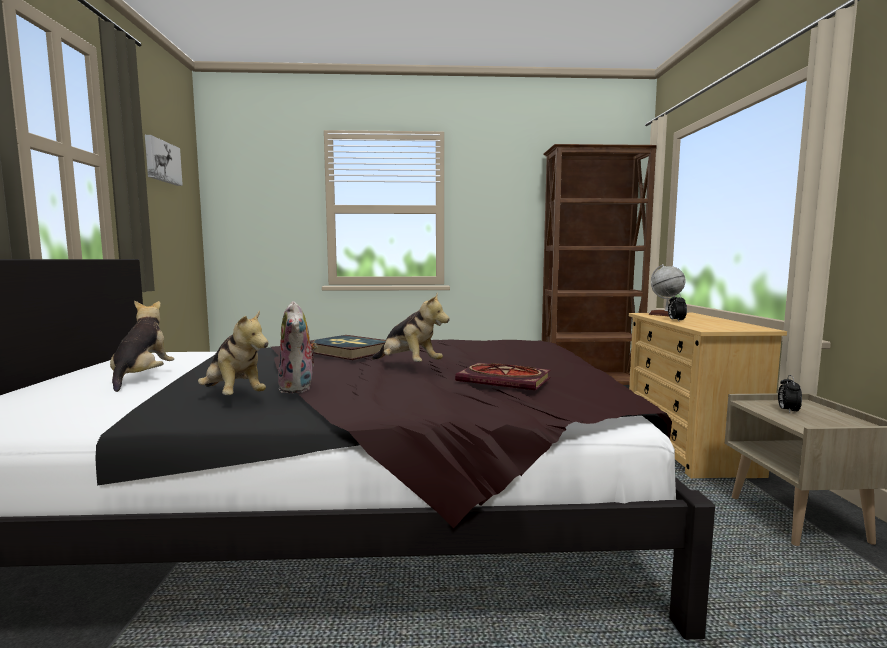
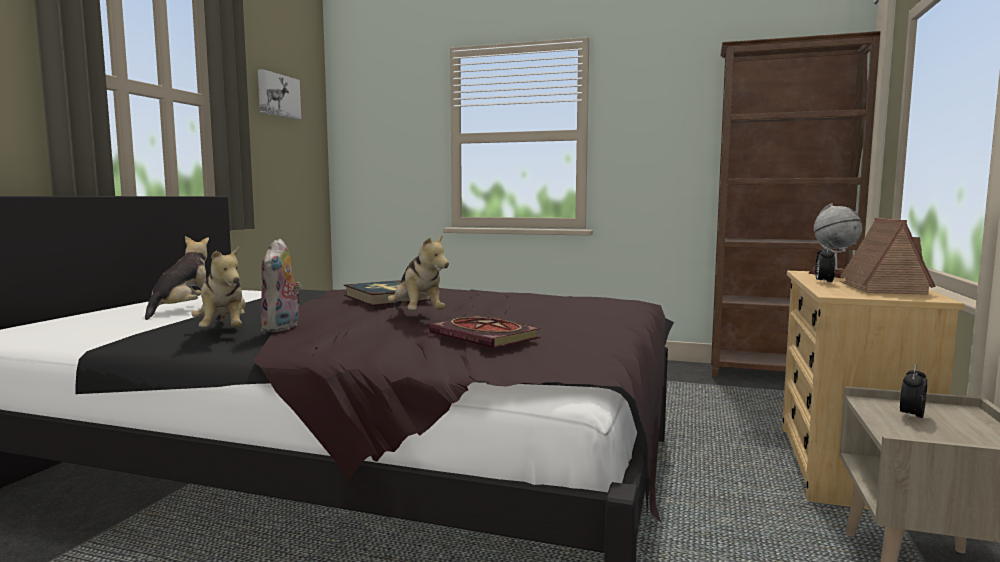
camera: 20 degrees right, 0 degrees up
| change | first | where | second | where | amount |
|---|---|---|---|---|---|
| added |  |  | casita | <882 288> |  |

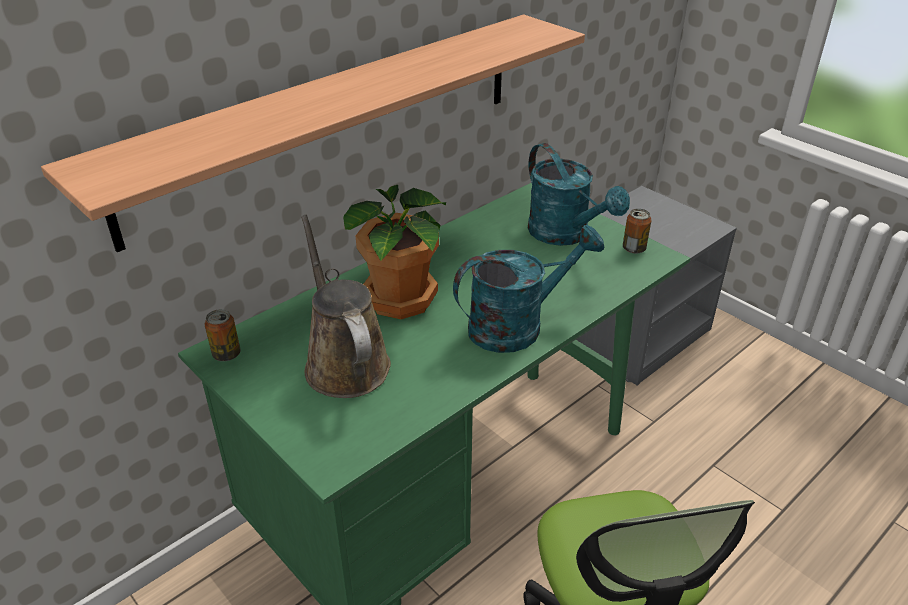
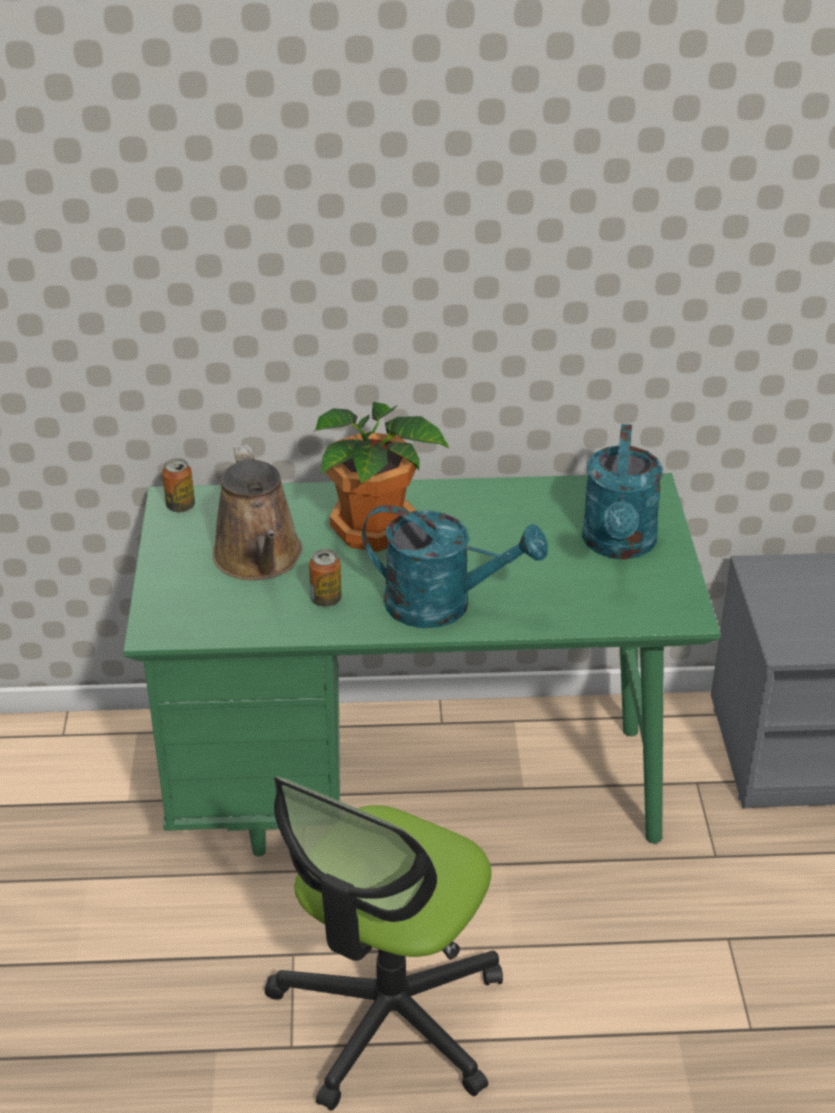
camera: 40 degrees right, 0 degrees up
| change | first | where | second | where | amount |
|---|---|---|---|---|---|
| removed | estante | <332 121> |  |  |  |
| moved | lata | <634 248> |  | <326 599> |  |
| turned | regadera/marrón | <344 362> |  | <259 559> | 150 degrees clockwise |

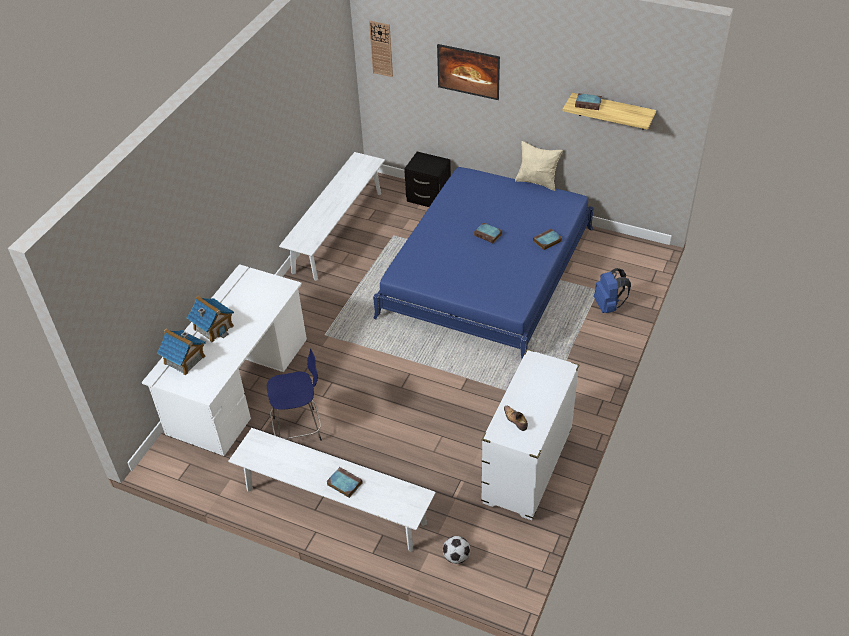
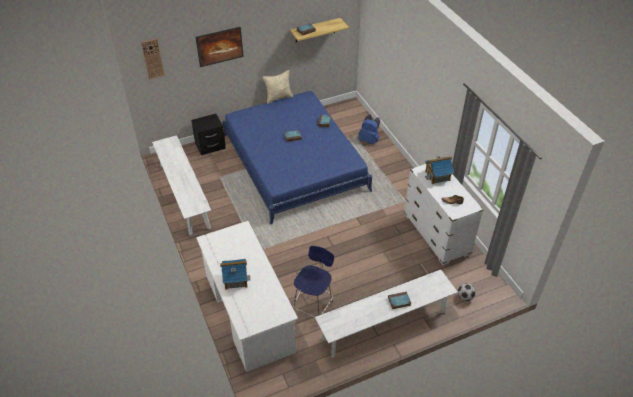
camera: 50 degrees left, 0 degrees up
| change | first | where | second | where | amount |
|---|---|---|---|---|---|
| moved | casita | <185 360> |  | <437 176> |  |

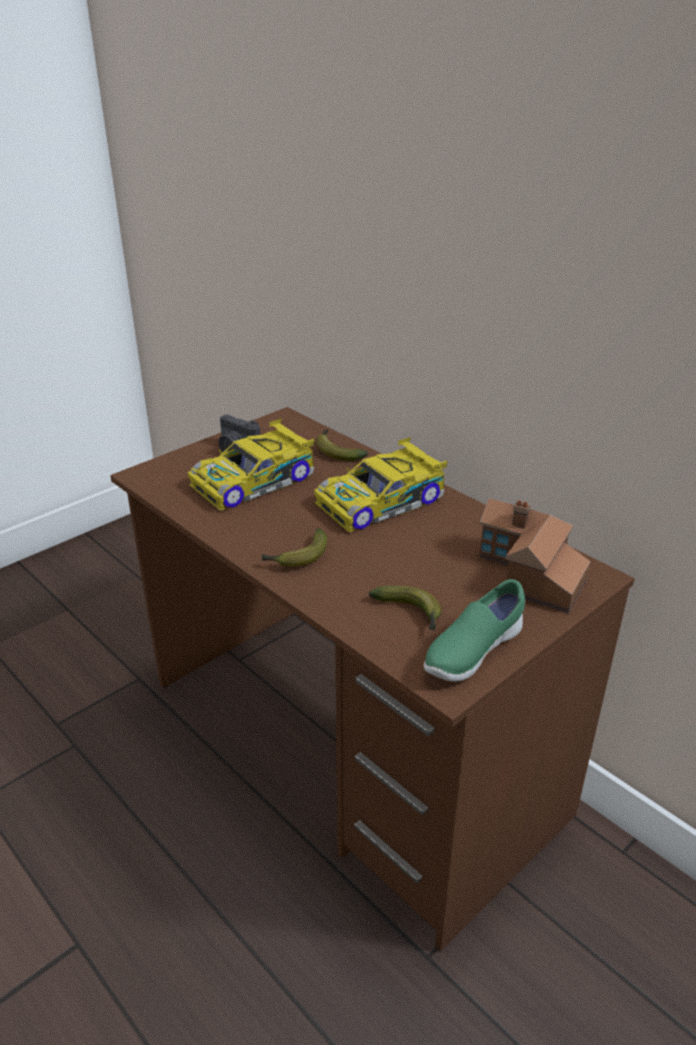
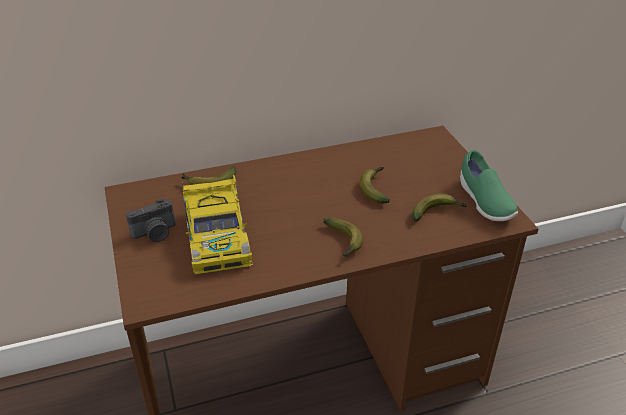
camera: 65 degrees left, 5 degrees up
| change | first | where | second | where | amount |
|---|---|---|---|---|---|
| removed | coche de juguete | <382 501> |  |  |  |
| removed | casita | <528 573> |  |  |  |
| added |  |  | plátano | <375 188> |  |

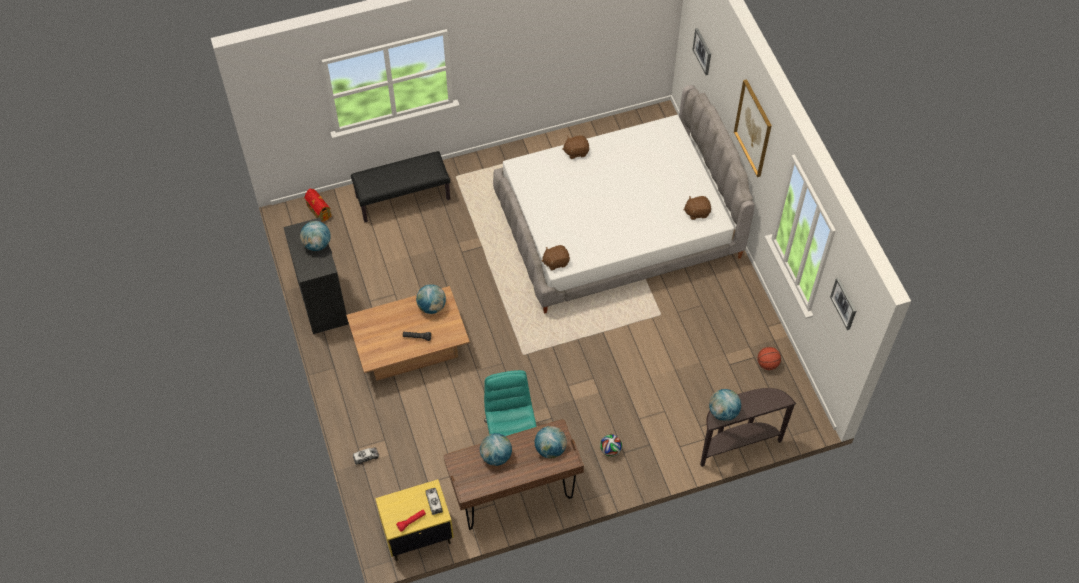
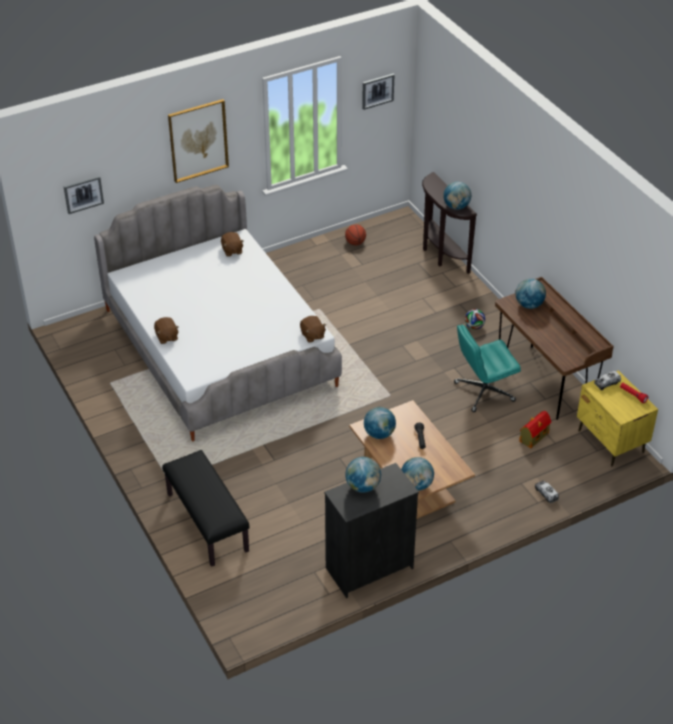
camera: 100 degrees left, 15 degrees down
| change | first | where | second | where | amount |
|---|---|---|---|---|---|
| moved | casita | <319 210> |  | <533 437> |  |
| moved | globo terráqueo | <496 456> |  | <416 485> |  |

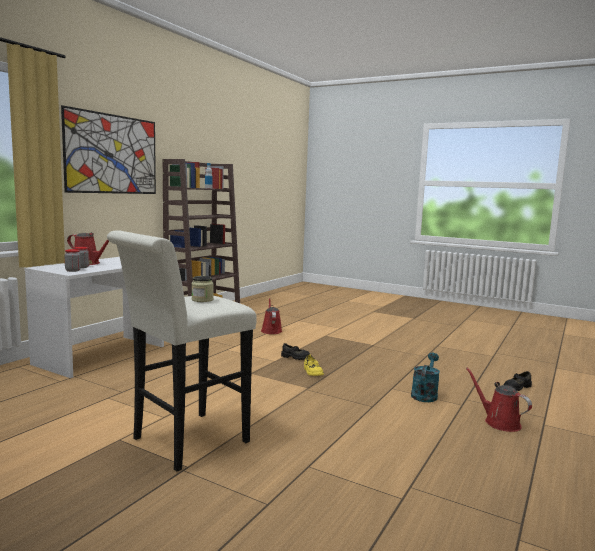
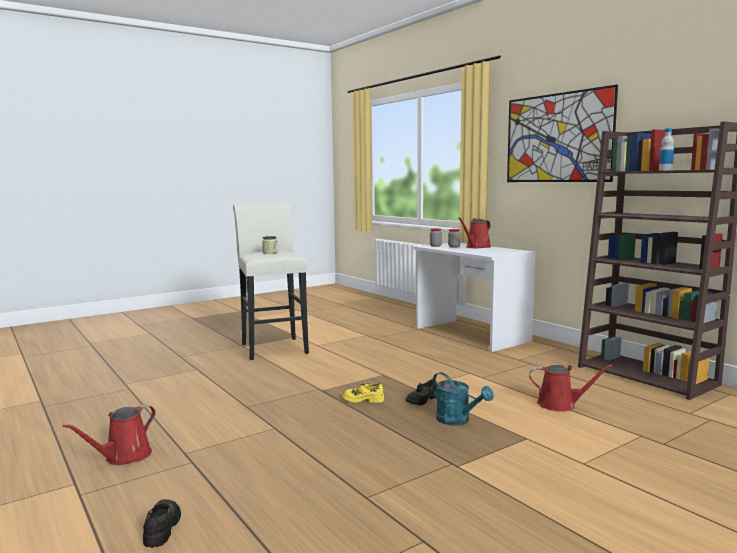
camera: 115 degrees right, 0 degrees up
| change | first | where | second | where | amount |
|---|---|---|---|---|---|
| moved | regadera/turquesa | <425 394> |  | <458 421> |  |
| turned | regadera/rojo | <499 422> |  | <124 457> | 135 degrees clockwise |

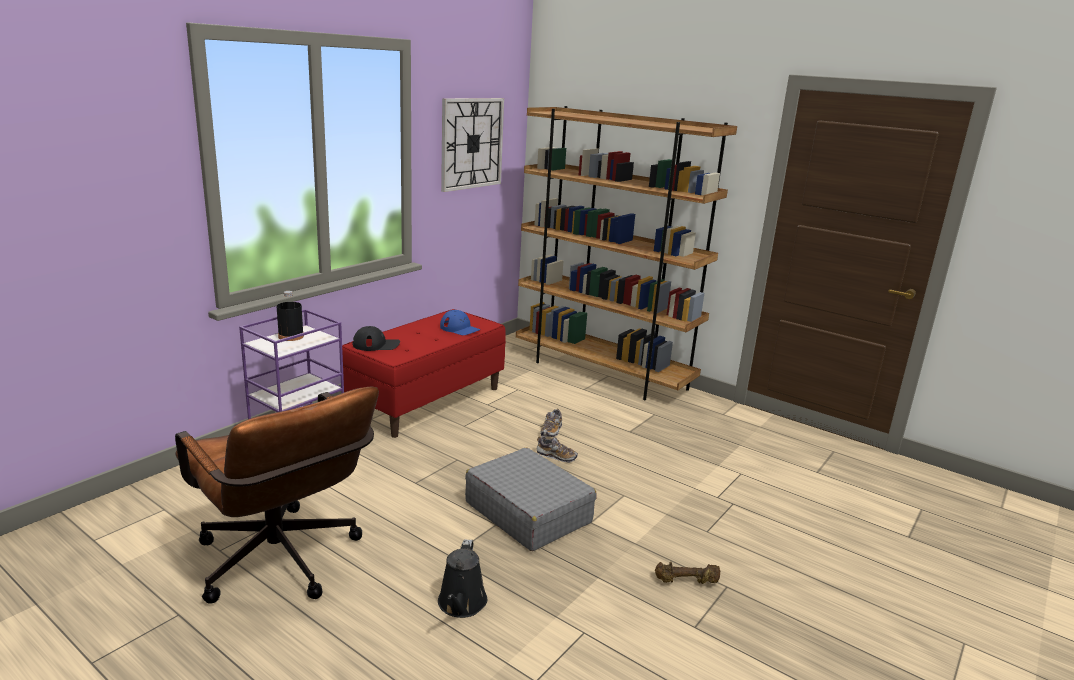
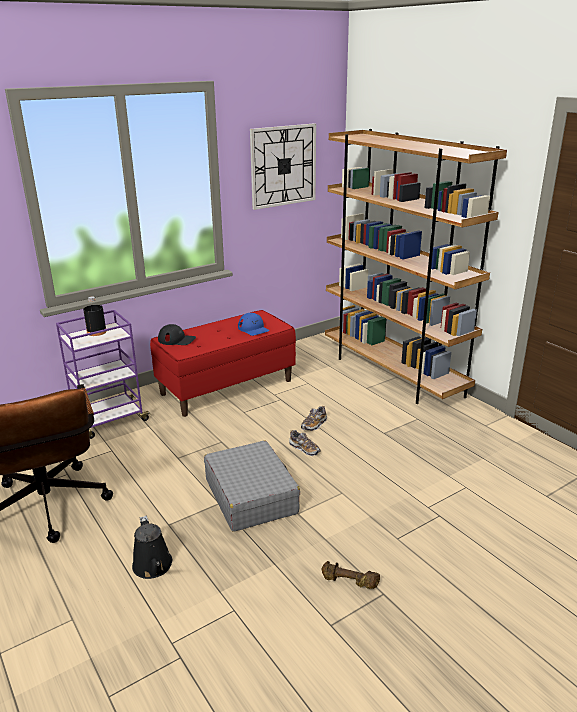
camera: 20 degrees right, 5 degrees up
| change | first | where | second | where | amount |
|---|---|---|---|---|---|
| turned | regadera/negro | <461 604> |  | <153 567> | 45 degrees counterclockwise |

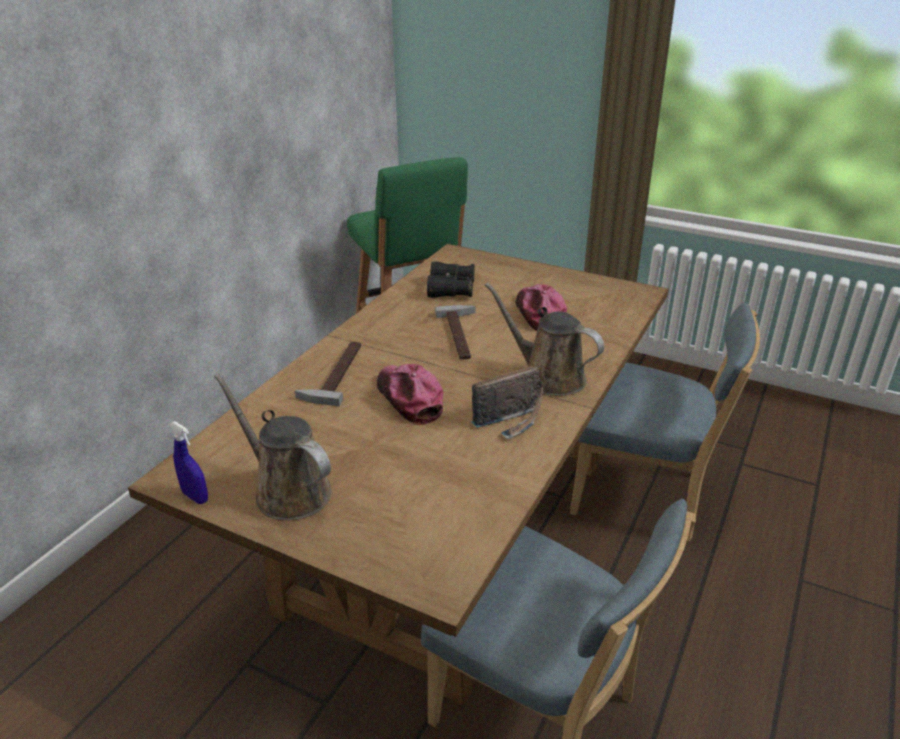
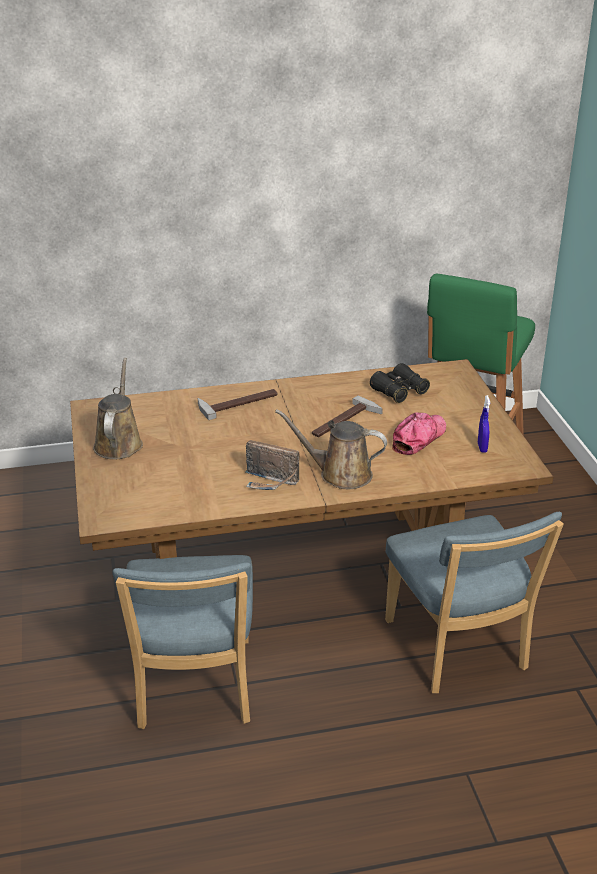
camera: 50 degrees right, 0 degrees up
| change | first | where | second | where | amount |
|---|---|---|---|---|---|
| removed | gorra | <409 399> |  |  |  |
| moved | pulverizador/azul | <195 497> |  | <482 447> |  |
| turned | regadera/marrón | <548 376> |  | <340 474> | 75 degrees counterclockwise |

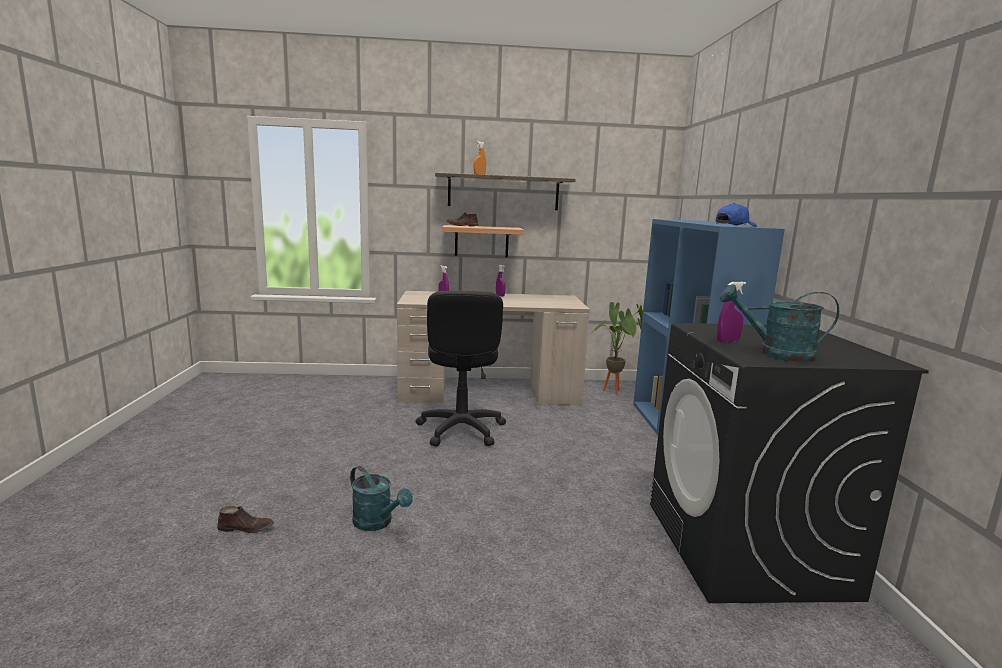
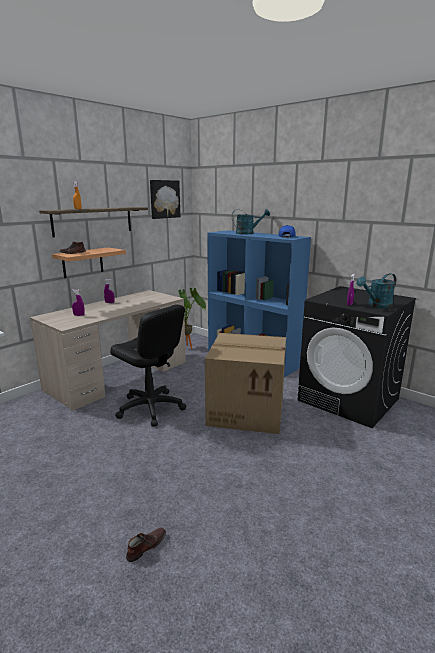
camera: 45 degrees left, 5 degrees up
| change | first | where | second | where | amount |
|---|---|---|---|---|---|
| added |  |  | cuadro | <164 199> |  |
| added |  |  | caja de cartón | <247 410> |  |
| moved | regadera/turquesa | <377 523> |  | <248 233> |  |

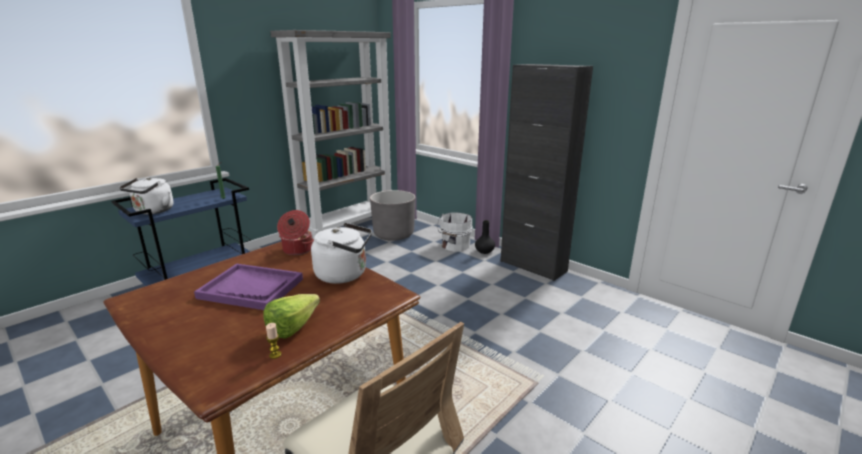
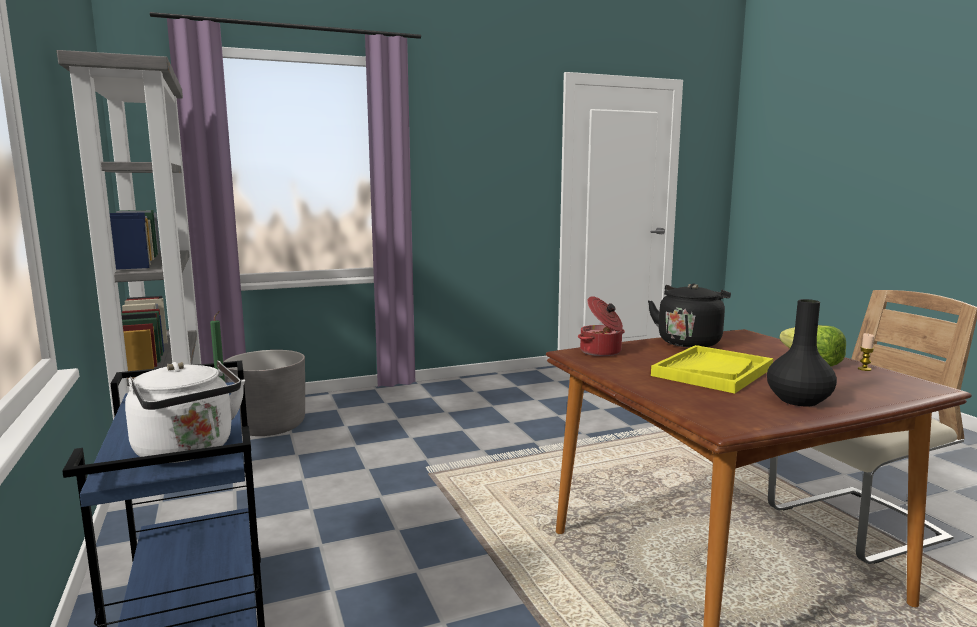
camera: 65 degrees left, 10 degrees down
| change | first | where | second | where | amount |
|---|---|---|---|---|---|
| removed | cubo/blanco | <455 246> |  |  |  |
| removed | armario/negro | <533 266> |  |  |  |
| moved | florero/negro | <484 251> |  | <797 400> |  |
| recoloured | bandeja/morado | <251 288> | bandeja/amarillo | <712 372> |  |
| recoloured | hervidor/blanco | <344 275> | hervidor/negro | <689 342> |  |

